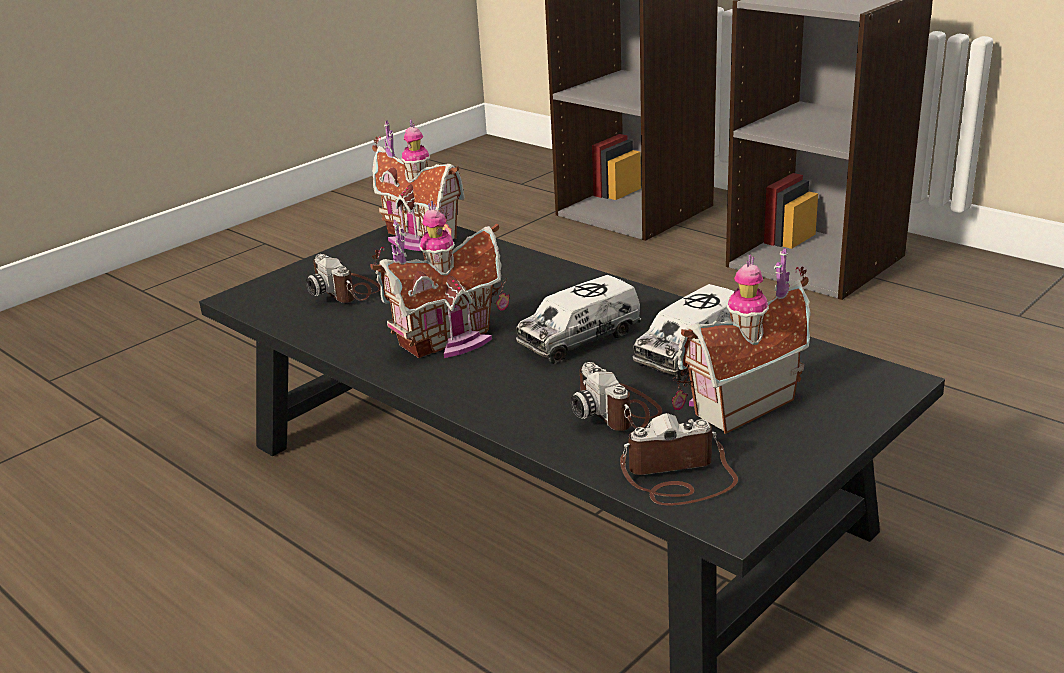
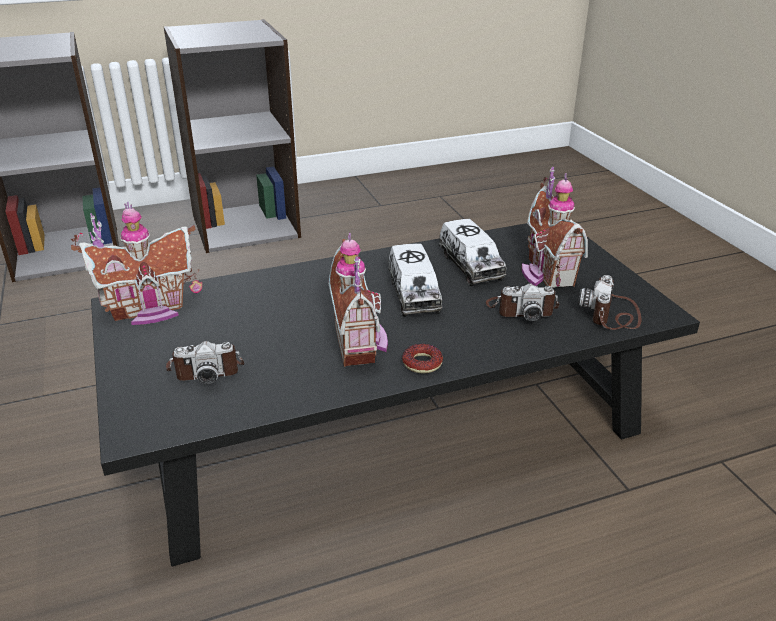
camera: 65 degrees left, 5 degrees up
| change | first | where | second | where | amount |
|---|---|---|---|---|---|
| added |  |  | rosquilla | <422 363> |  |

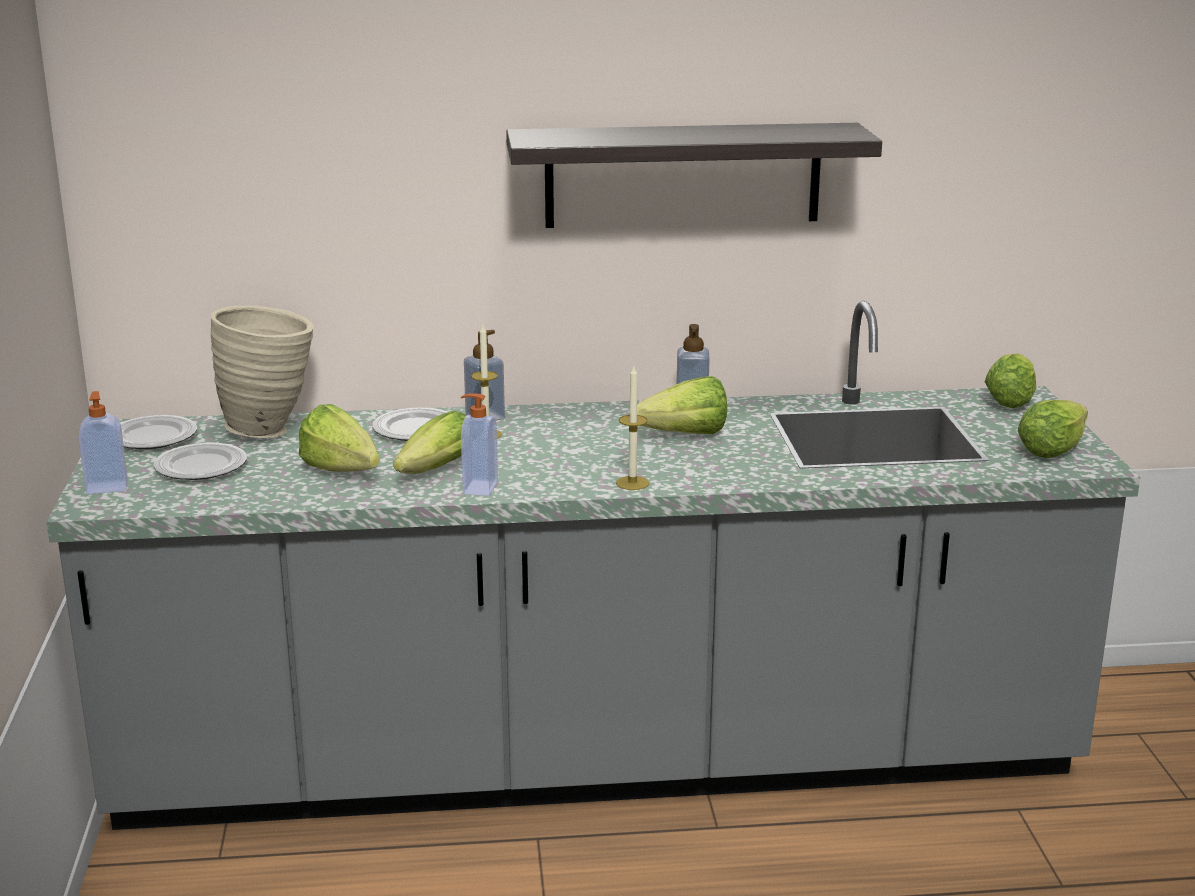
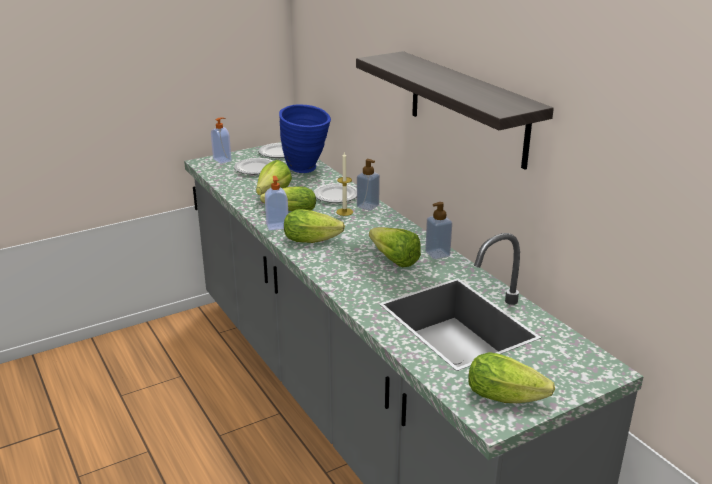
camera: 65 degrees right, 5 degrees up
| change | first | where | second | where | amount |
|---|---|---|---|---|---|
| removed | vela | <632 483> |  |  |  |
| moved | lechuga | <1012 398> |  | <314 239> |  |
| recoloured | florero/beis | <271 430> | florero/azul | <306 169> |  |

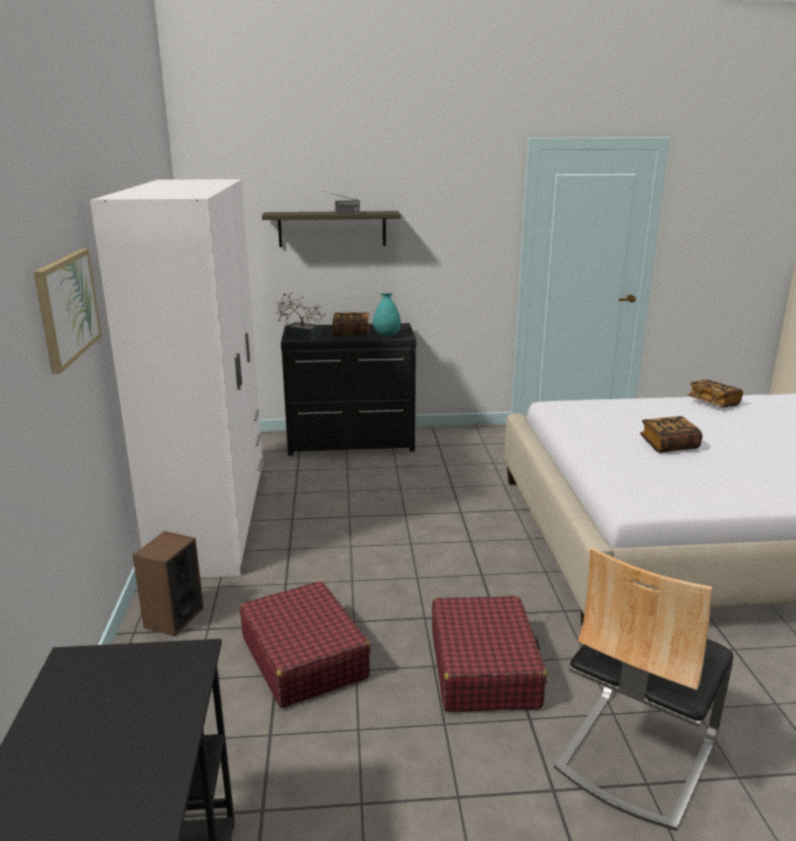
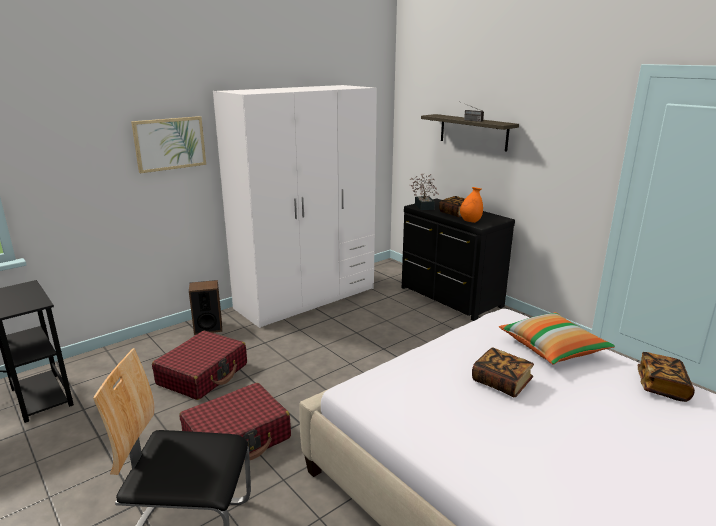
camera: 55 degrees right, 0 degrees up
| change | first | where | second | where | amount |
|---|---|---|---|---|---|
| added |  |  | cojín | <552 349> |  |
| recoloured | florero/turquesa | <387 336> | florero/naranja | <470 221> |  |

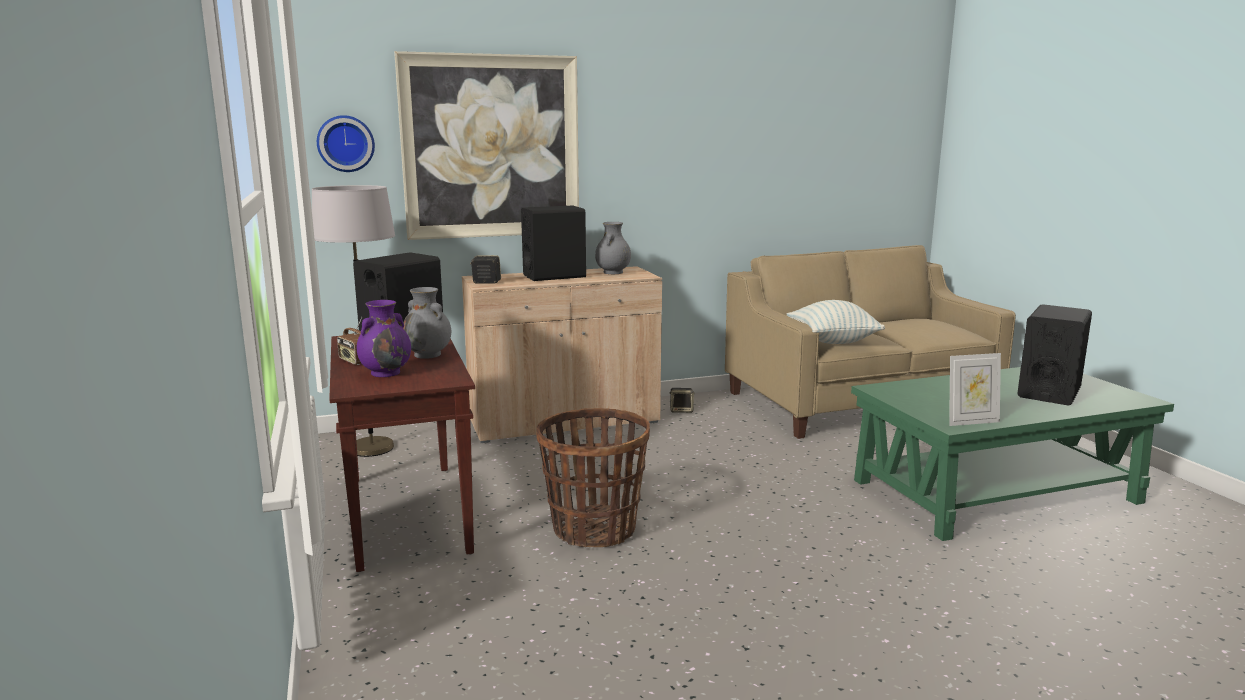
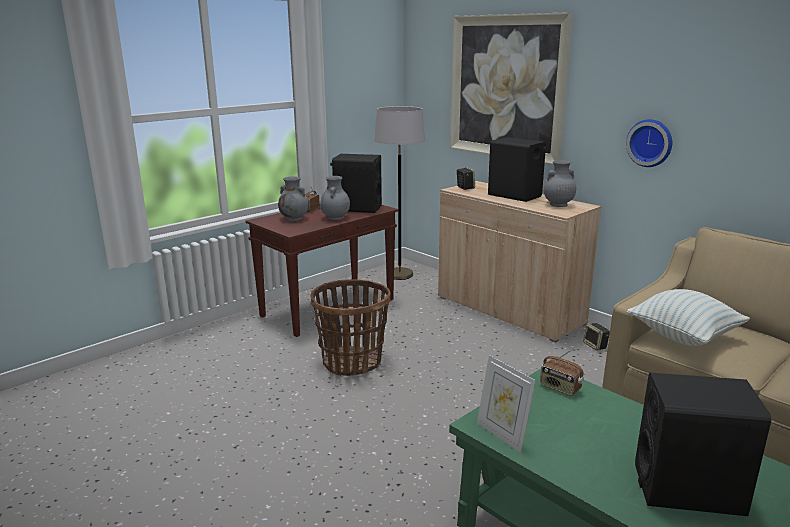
camera: 65 degrees right, 5 degrees up
| change | first | where | second | where | amount |
|---|---|---|---|---|---|
| added |  |  | radio | <560 388> |  |
| moved | reloj de pared | <345 143> |  | <650 142> |  |
| recoloured | florero/morado | <386 373> | florero/gris | <294 219> |  |

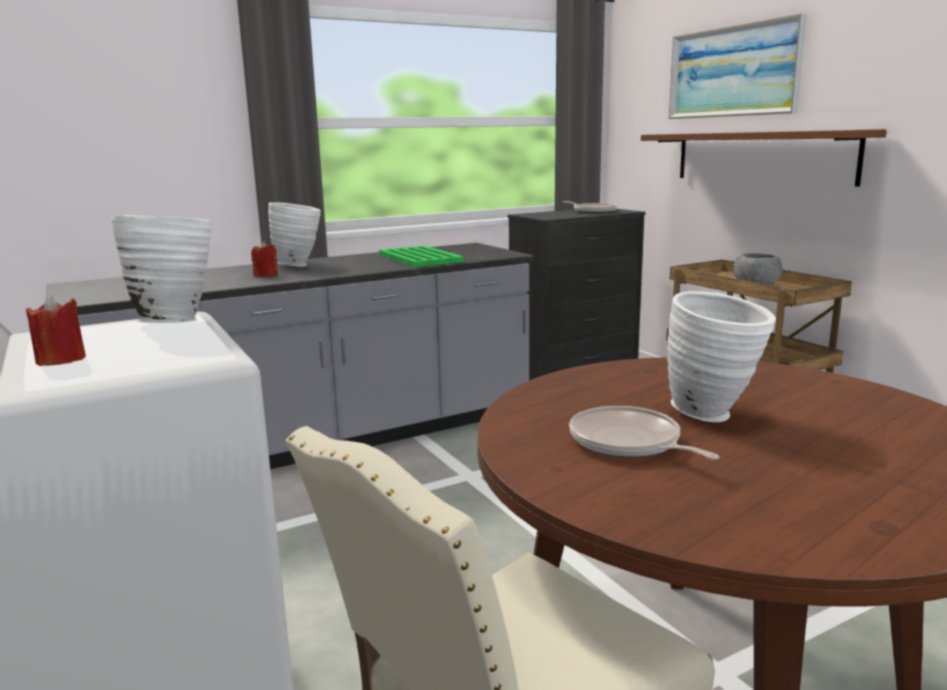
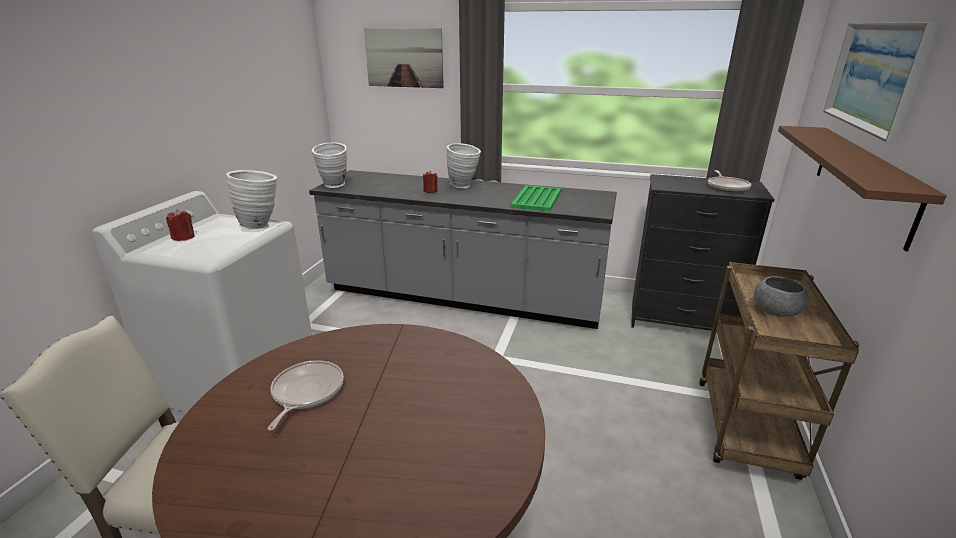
camera: 45 degrees right, 10 degrees up
| change | first | where | second | where | amount |
|---|---|---|---|---|---|
| added |  |  | cuadro | <404 58> |  |
| moved | florero/blanco | <715 415> |  | <334 186> |  |

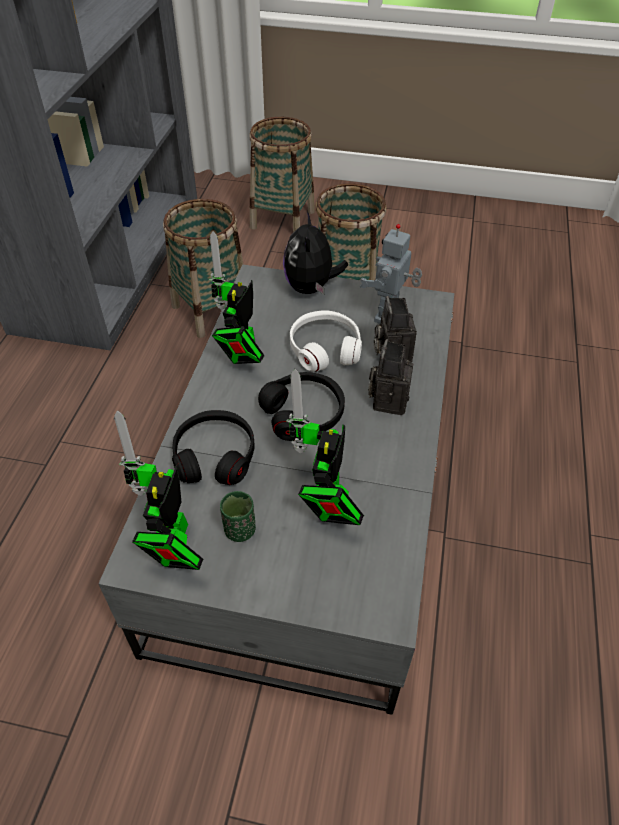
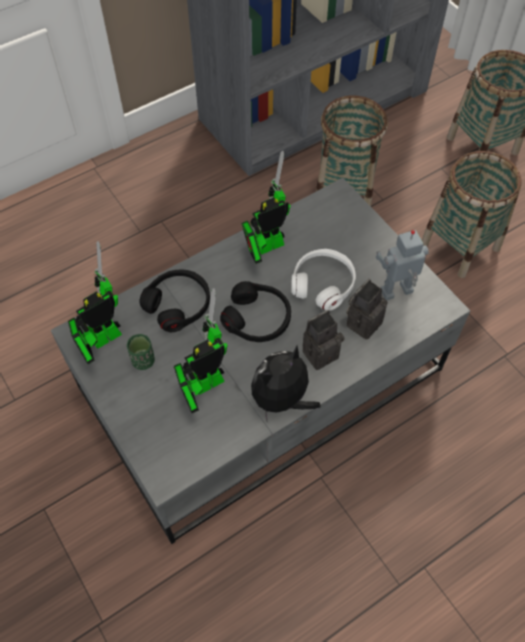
camera: 45 degrees right, 10 degrees up
| change | first | where | second | where | amount |
|---|---|---|---|---|---|
| moved | peluche | <311 287> |  | <282 399> |  |

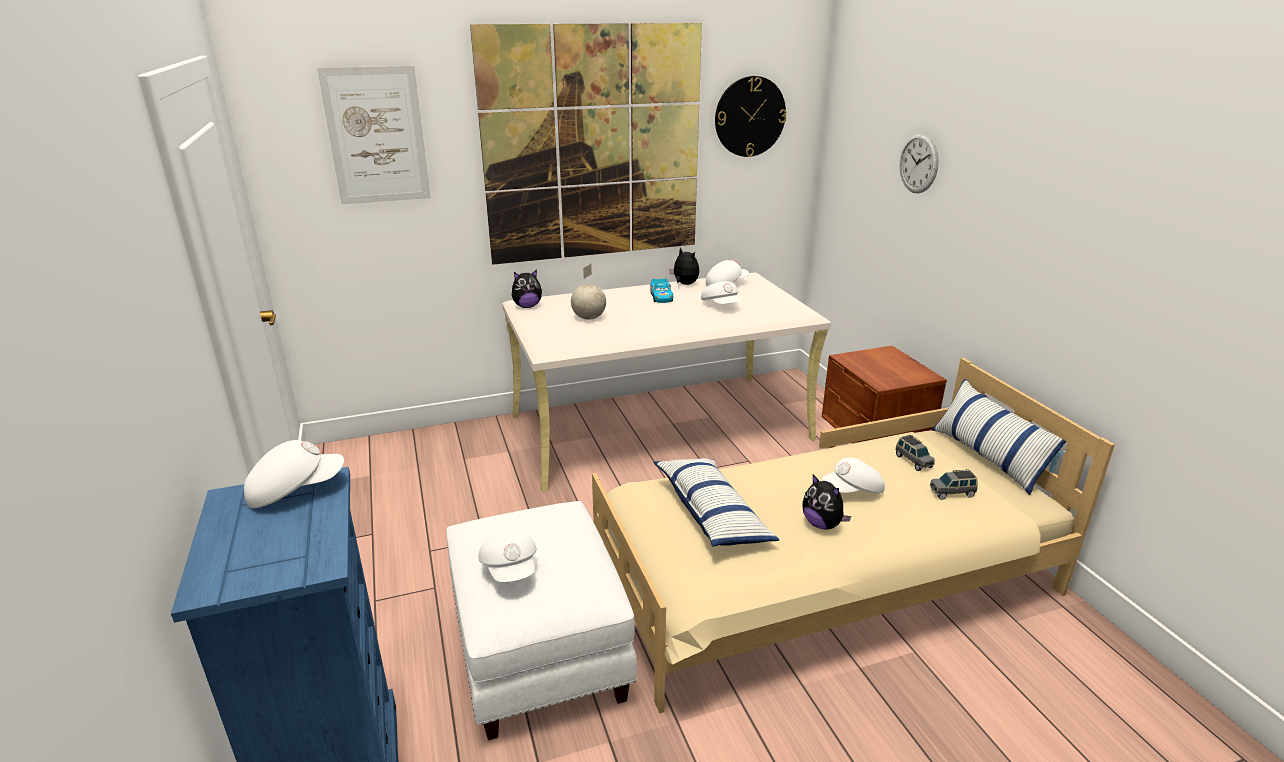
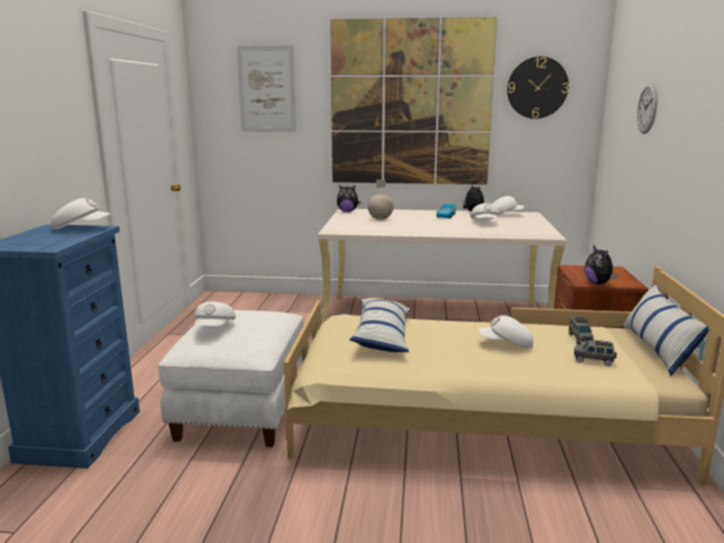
camera: 25 degrees right, 10 degrees down
| change | first | where | second | where | amount |
|---|---|---|---|---|---|
| moved | peluche | <822 524> |  | <598 283> |  |

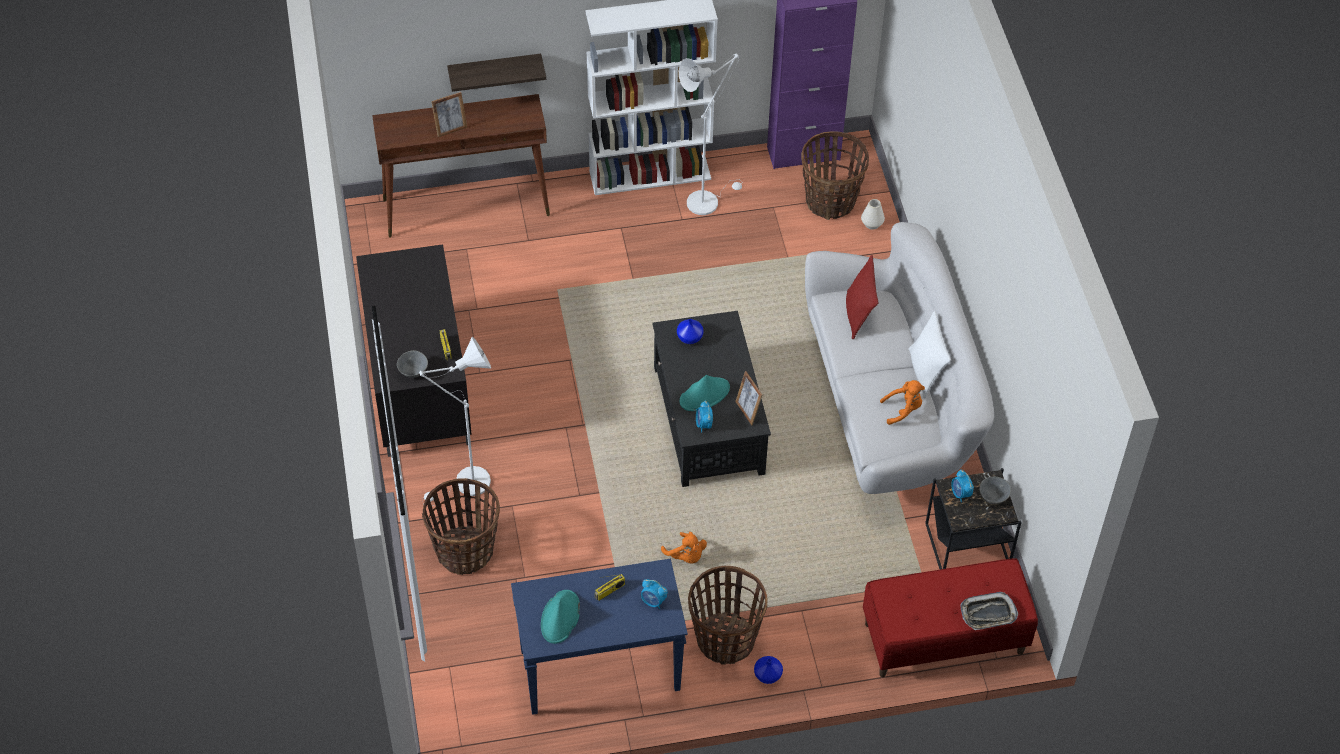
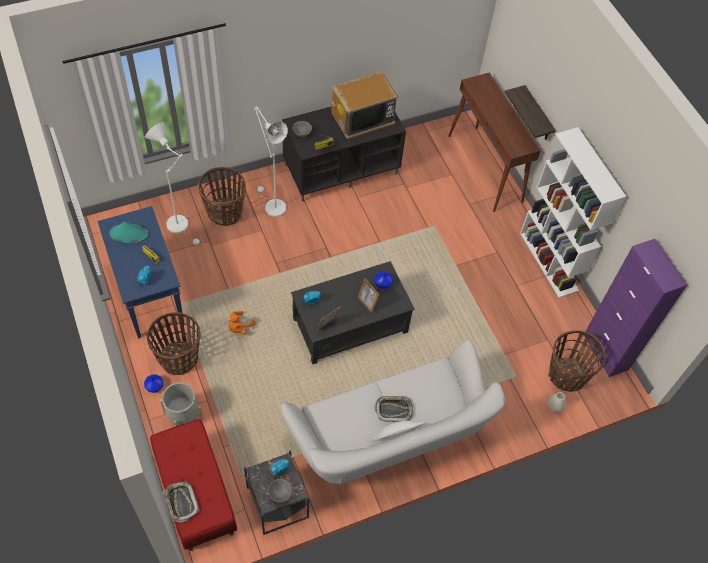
camera: 75 degrees right, 5 degrees up
| change | first | where | second | where | amount |
|---|---|---|---|---|---|
| removed | sombrero/turquesa | <704 395> |  |  |  |
| removed | cojín/rojo | <858 315> |  |  |  |
| removed | peluche/naranja | <903 410> |  |  |  |
| added |  |  | maceta/gris | <183 415> |  |
| added |  |  | televisor | <362 118> |  |
| added |  |  | bandeja | <393 409> |  |
| moved | portarretratos | <450 129> |  | <367 304> |  |
| moved | lámpara de pie/blanco | <707 199> |  | <181 226> |  |

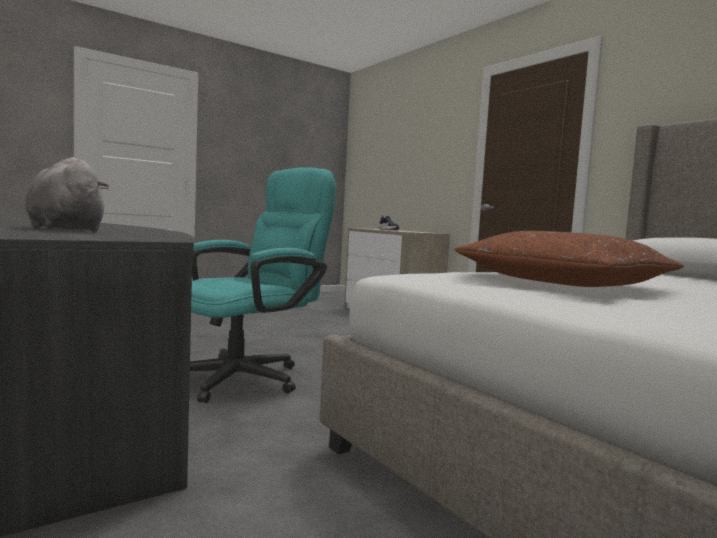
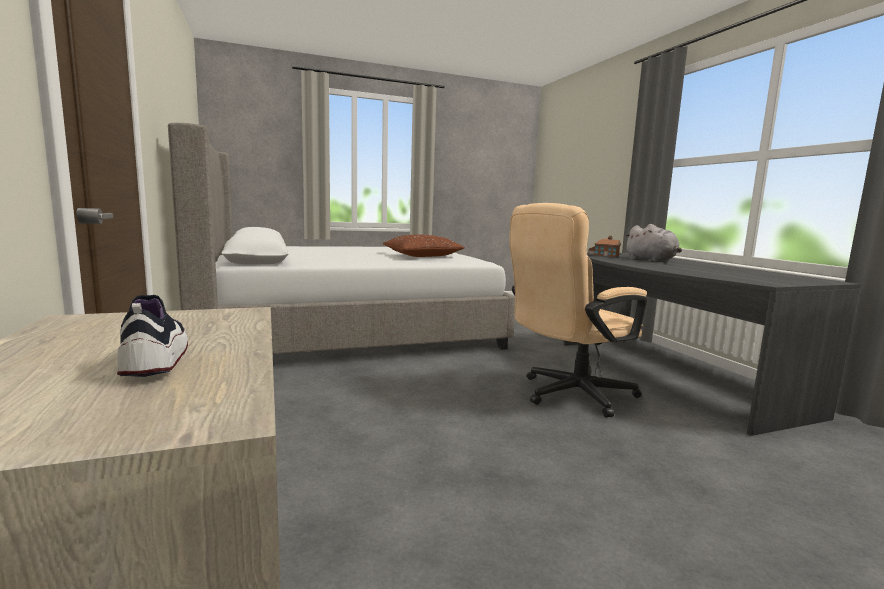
camera: 165 degrees left, 5 degrees up
| change | first | where | second | where | amount |
|---|---|---|---|---|---|
| added |  |  | casita | <604 255> |  |
| recoloured | silla de oficina/turquesa | <249 377> | silla de oficina/beis | <568 395> |  |

